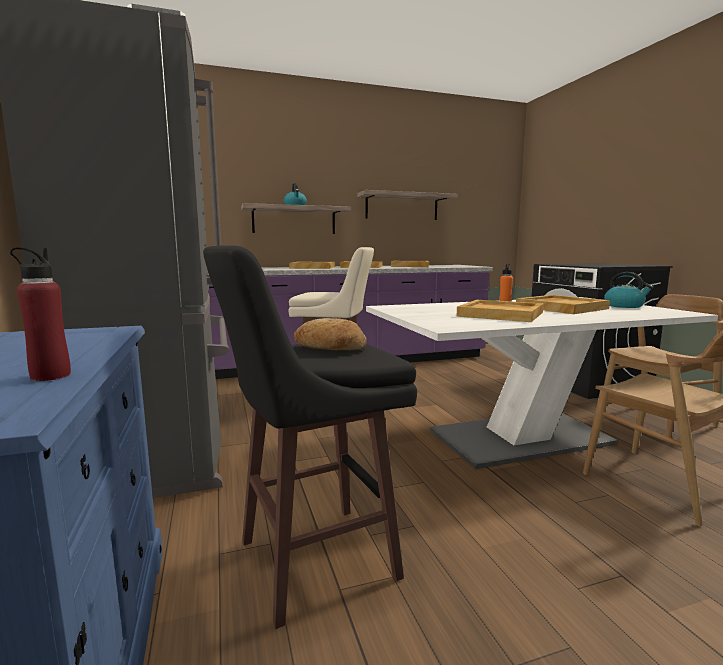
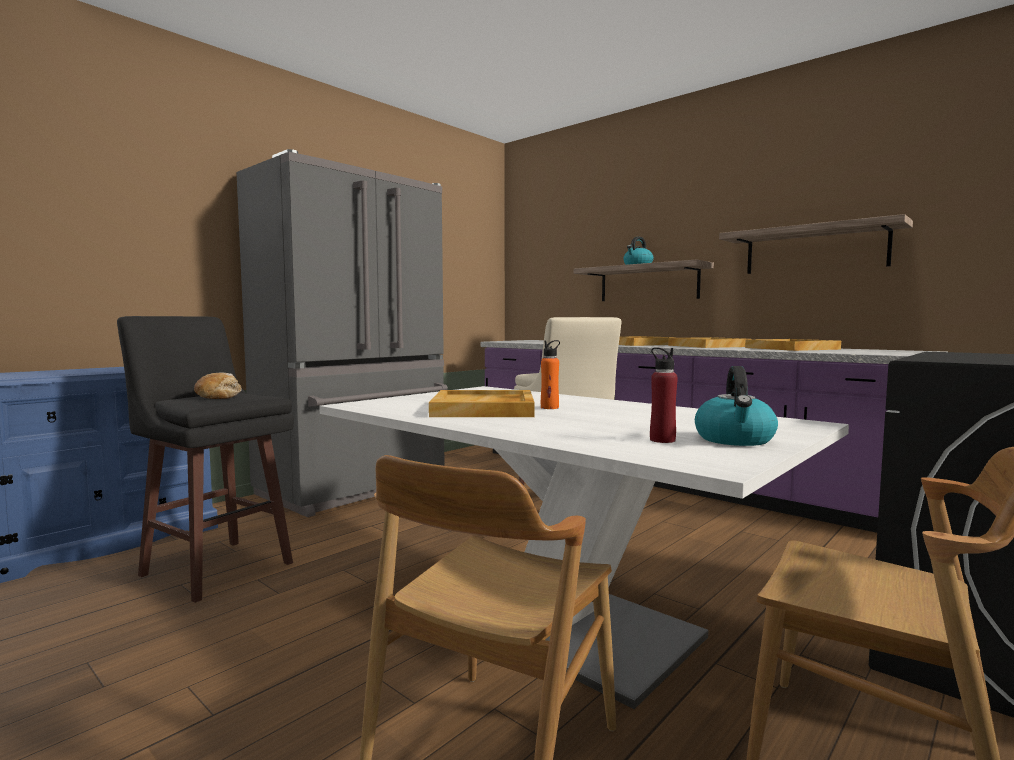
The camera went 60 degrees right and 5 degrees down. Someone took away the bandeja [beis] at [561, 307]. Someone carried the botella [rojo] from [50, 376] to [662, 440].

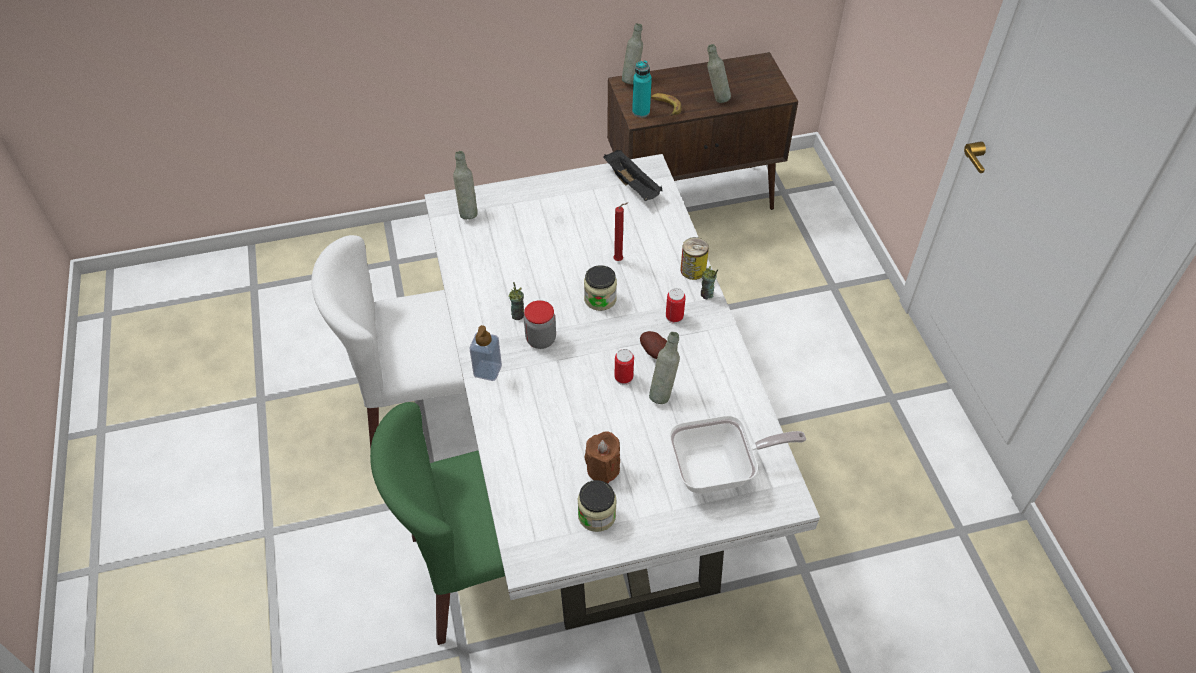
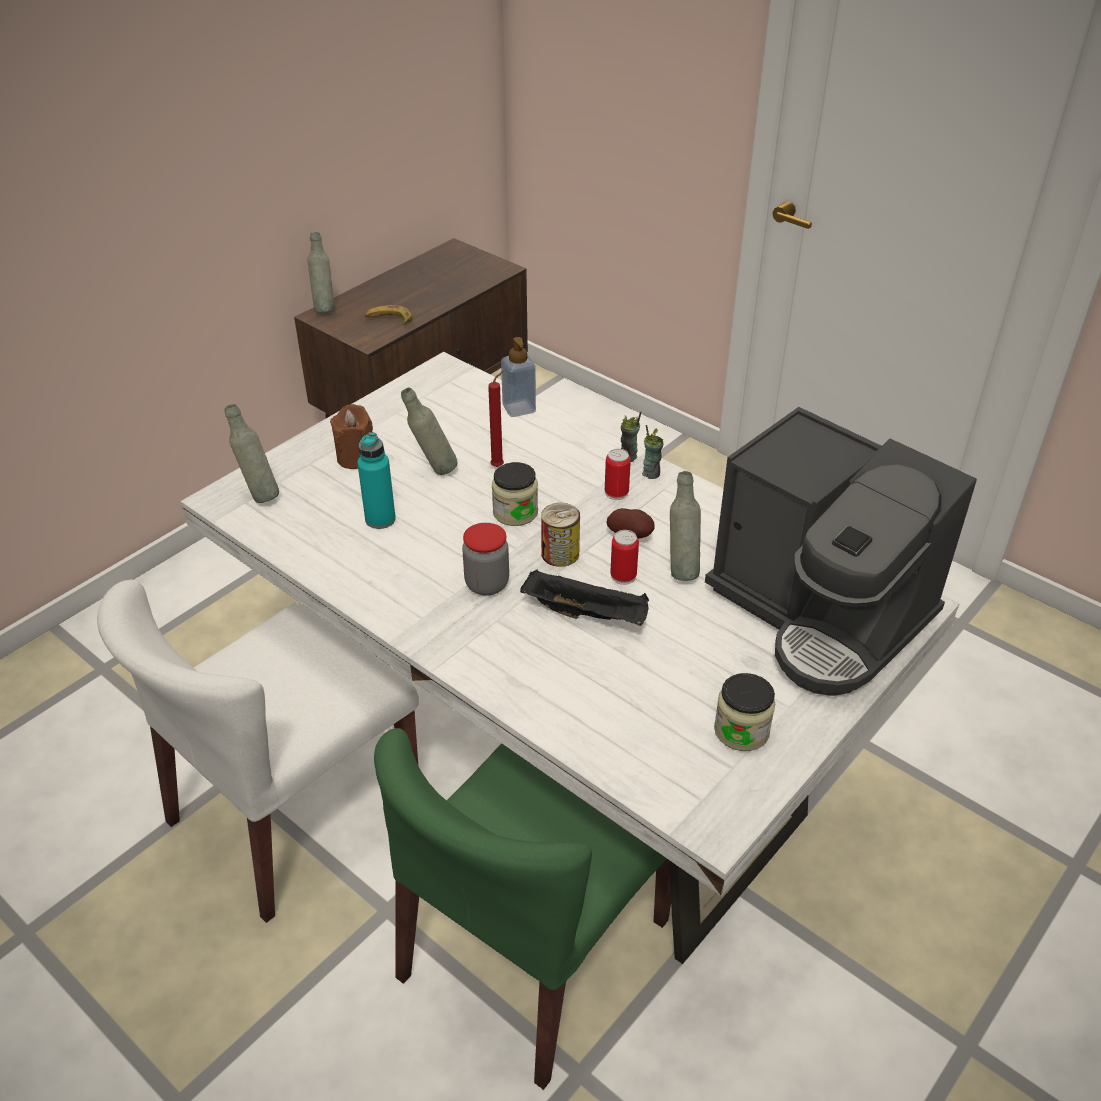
The camera went 35 degrees left and 10 degrees down. Someone carried the dispensador de jabón from [487, 370] to [519, 408]. Someone carried the taza from [518, 315] to [651, 473]. Someone carried the vela [marrón] from [603, 468] to [356, 457]. Someone carried the bandeja [negro] from [633, 185] to [587, 614]. Someone carried the botella [turquesa] from [641, 112] to [380, 519]. Someone carried the lata from [693, 270] to [560, 554]. Someone carried the botella [gris] from [716, 98] to [433, 471]. Someone swapped the sartén at [720, 471] for the cafetera at [820, 613].

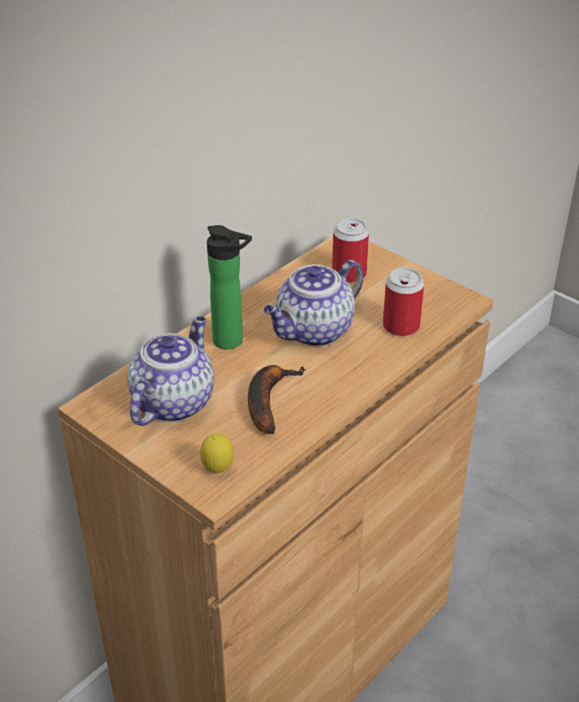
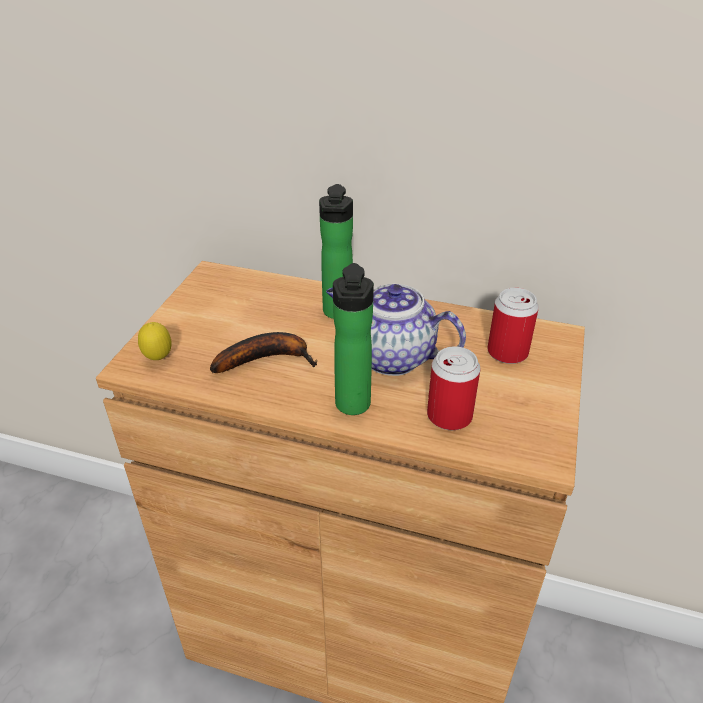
The camera went 65 degrees right and 0 degrees up. Someone took away the tetera at [173, 401]. Someone put down the botella at [352, 407].

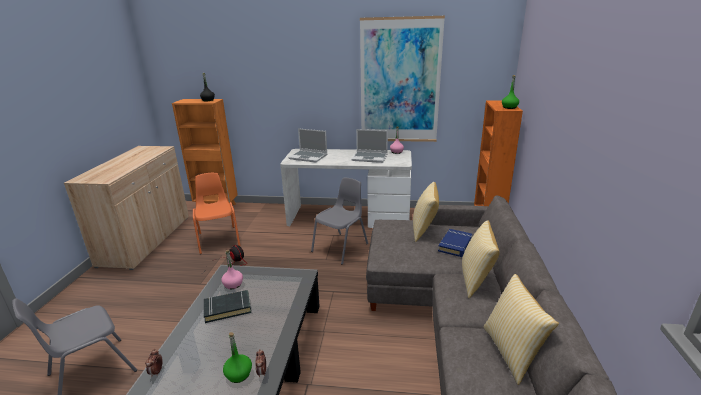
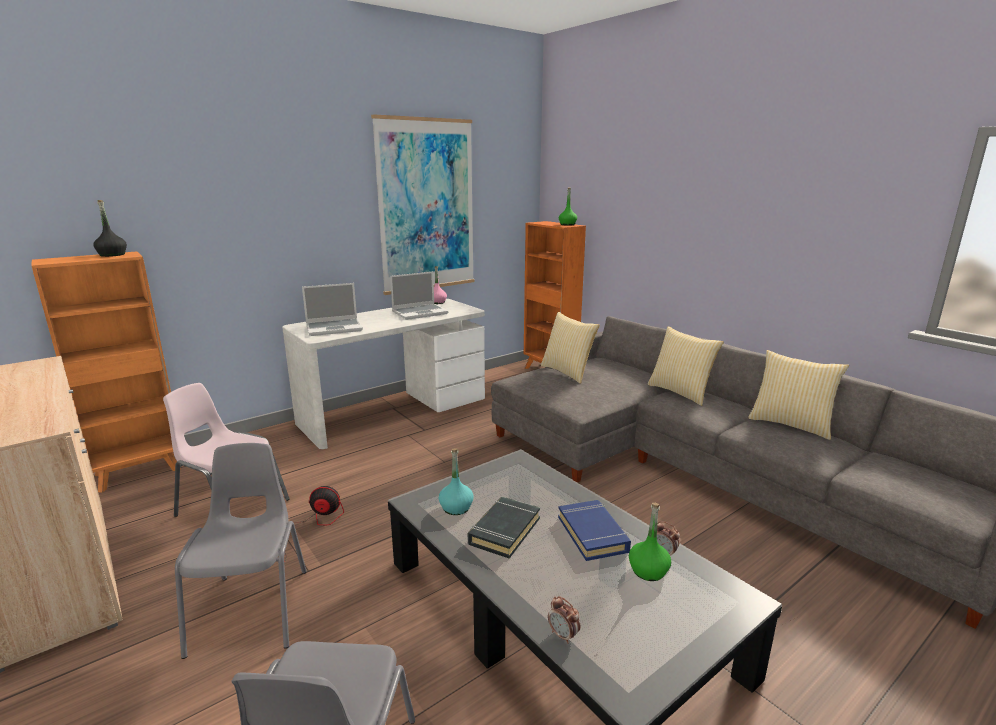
The camera went 45 degrees left and 5 degrees down. Someone carried the silla [gris] from [341, 248] to [253, 609]. Someone carried the libro [azul] from [455, 245] to [593, 534]. Someone repainted the silla [naranja] at [219, 239], which became the silla [rosa] at [231, 507]. Someone repainted the botella [rosa] at [233, 284], which became the botella [turquesa] at [456, 508].

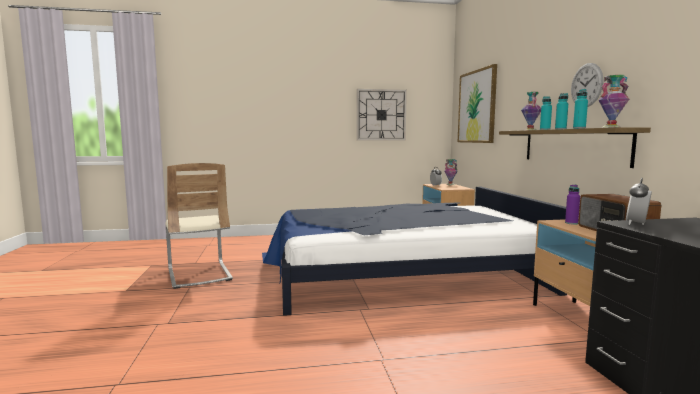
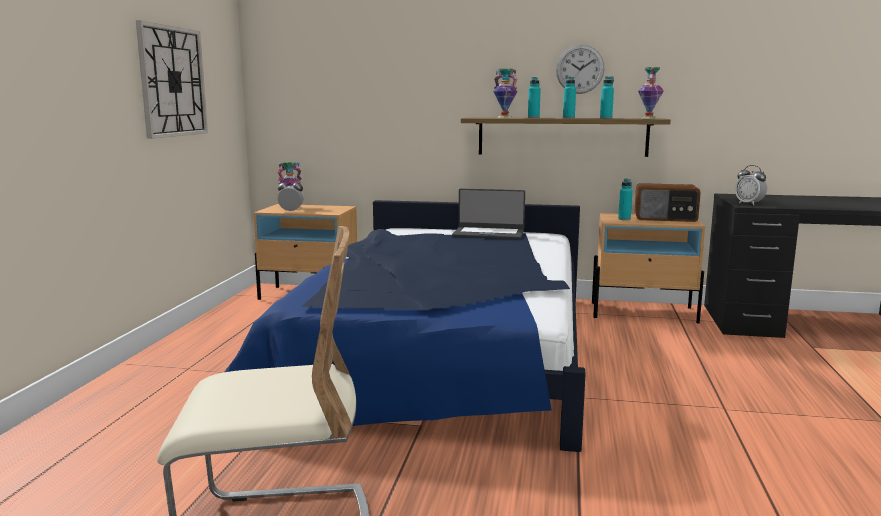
The camera went 70 degrees left and 5 degrees up. Someone took away the cuadro at [477, 106]. Someone put down the portátil at [488, 234]. Someone repainted the botella [morado] at [571, 223], which became the botella [turquesa] at [624, 219].

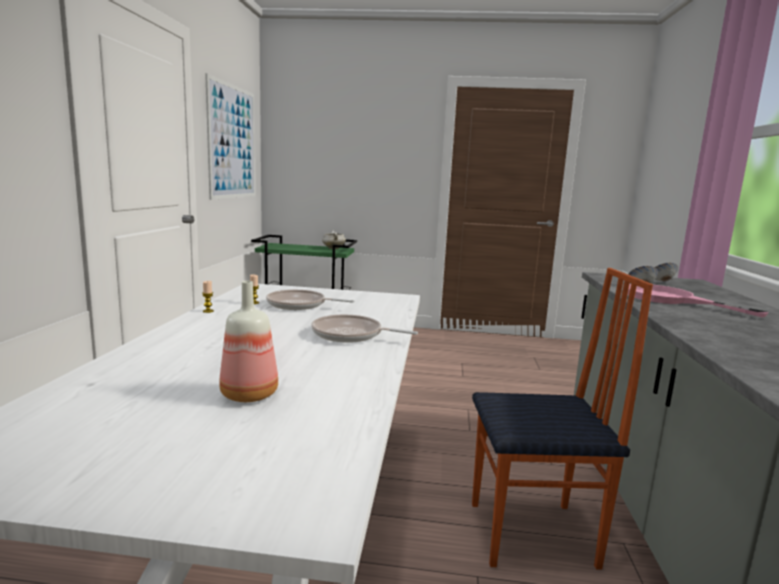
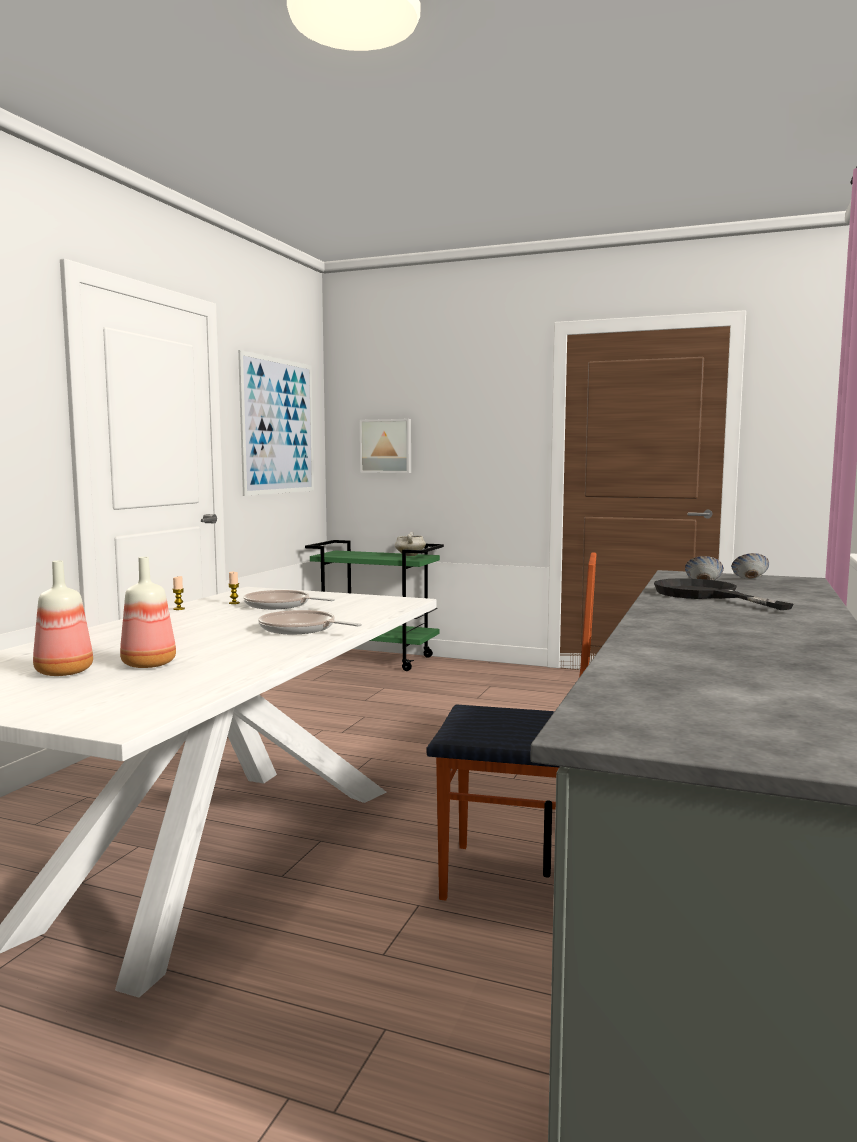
The camera went 15 degrees right and 5 degrees down. Someone put down the botella at [62, 672]. Someone put up the cuadro at [386, 446]. Someone repainted the sartén [rosa] at [670, 299], which became the sartén [negro] at [705, 595].

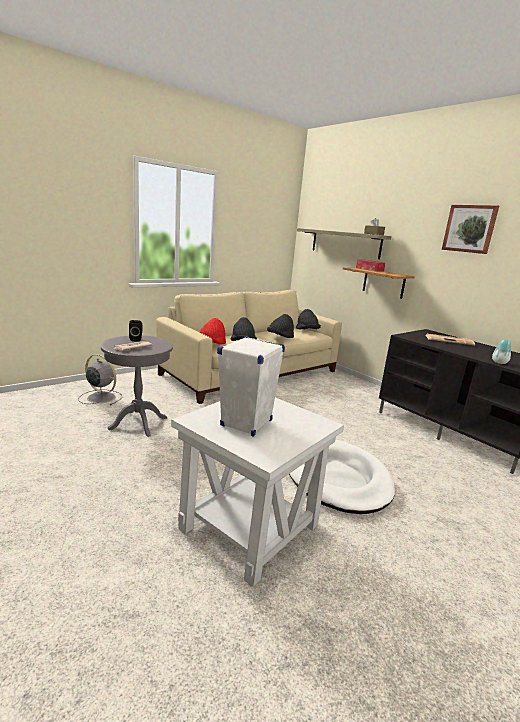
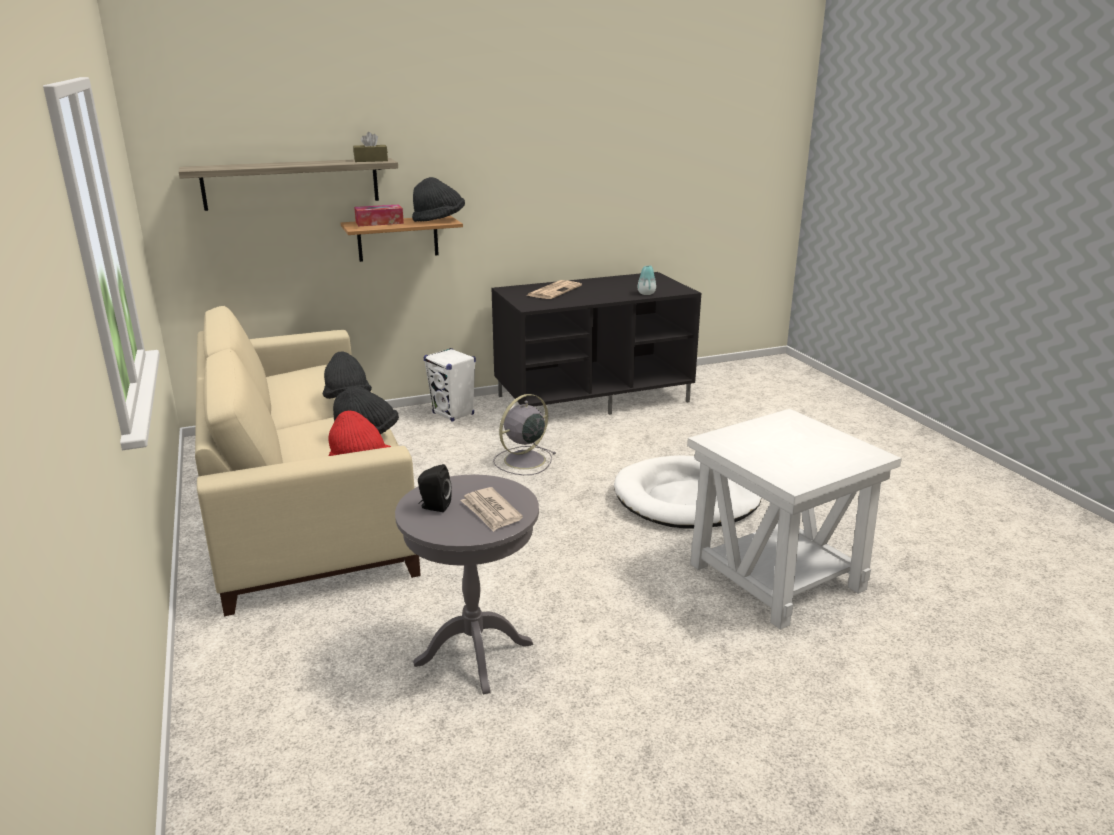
The camera went 70 degrees left and 5 degrees up. Someone took away the cuadro at [469, 229]. Someone carried the ventilador [gris] from [100, 397] to [523, 461]. Someone carried the altavoz [blanco] from [246, 423] to [453, 414]. Someone carried the sombrero [negro] from [307, 331] to [439, 220].

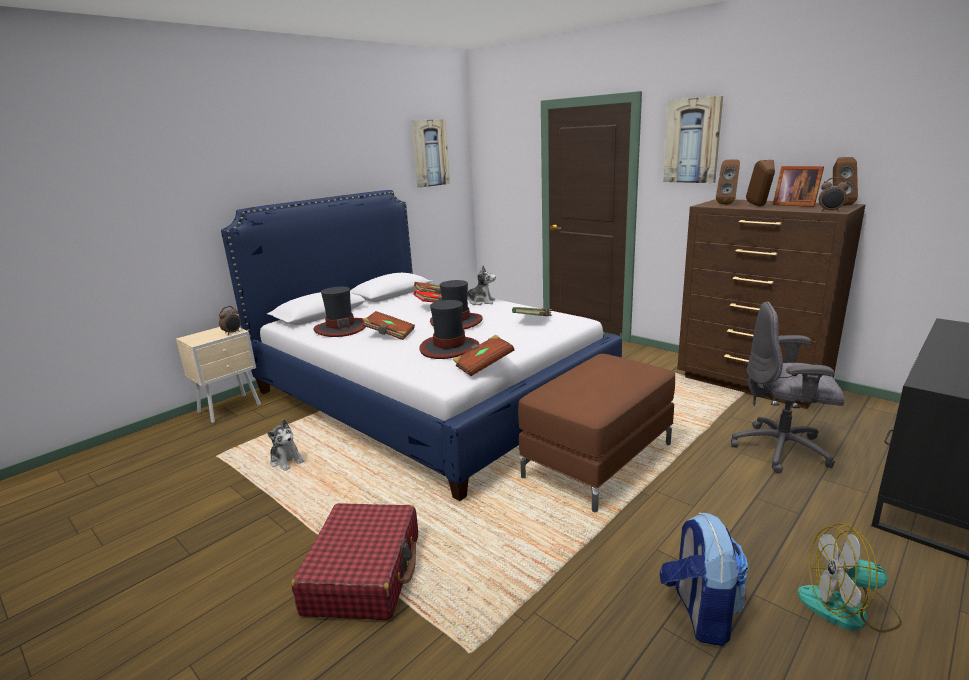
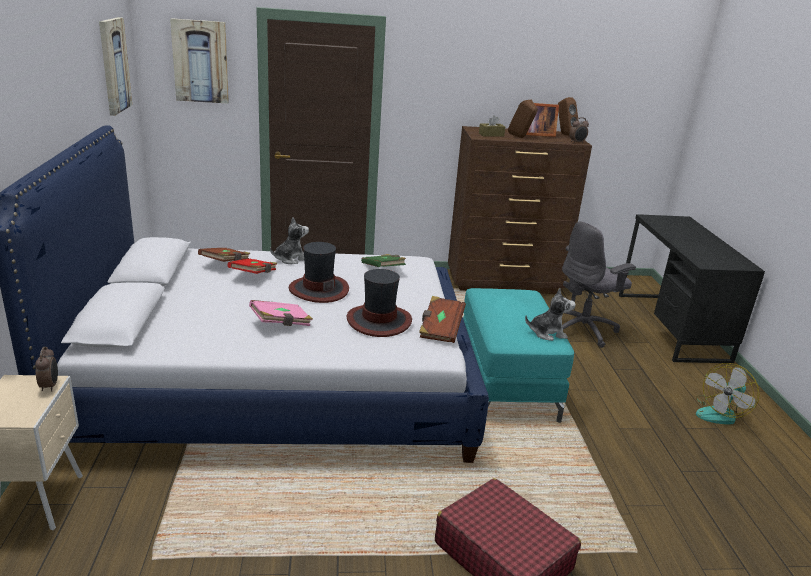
The camera went 50 degrees left and 5 degrees up. Someone took away the sombrero at [340, 328]. Someone took away the mochila at [700, 613]. Someone carried the peluche from [286, 461] to [547, 333]. Someone carried the cuadro from [692, 141] to [200, 61]. Someone swapped the altavoz [marrón] at [726, 204] for the caja de pañuelos [marrón] at [491, 135]. Someone repainted the libro [marrón] at [389, 334], which became the libro [rosa] at [281, 324]. Someone repainted the puf [marrón] at [598, 460], which became the puf [turquesa] at [505, 382].

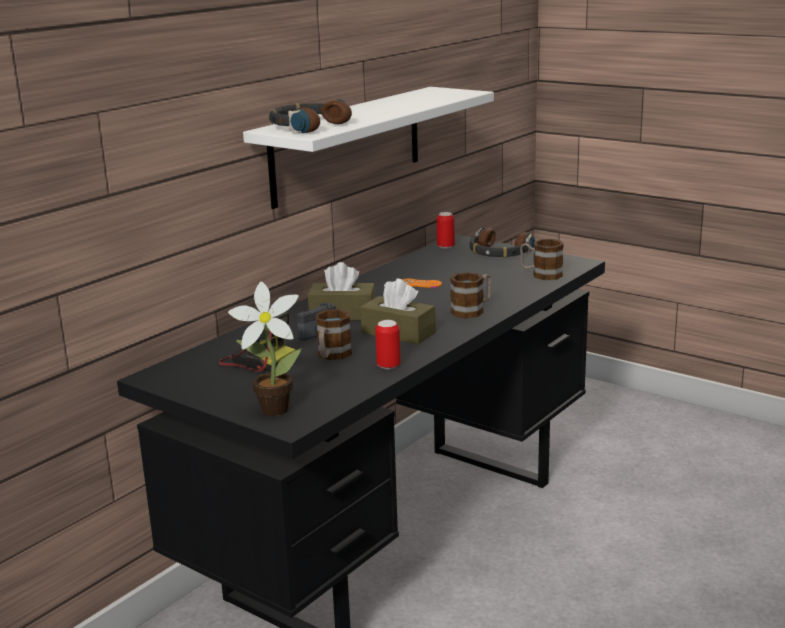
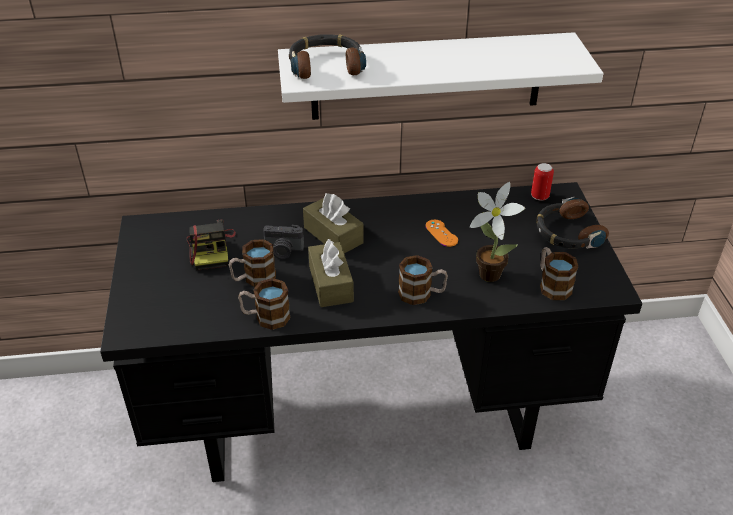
The camera went 45 degrees right and 20 degrees up. Someone carried the planta en maceta from [270, 409] to [488, 272]. Someone swapped the lata at [388, 366] for the taza grande at [265, 317].

